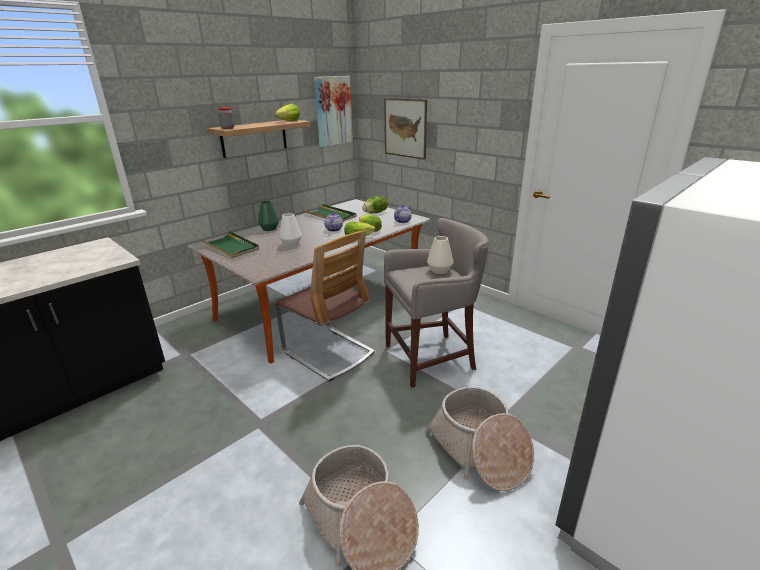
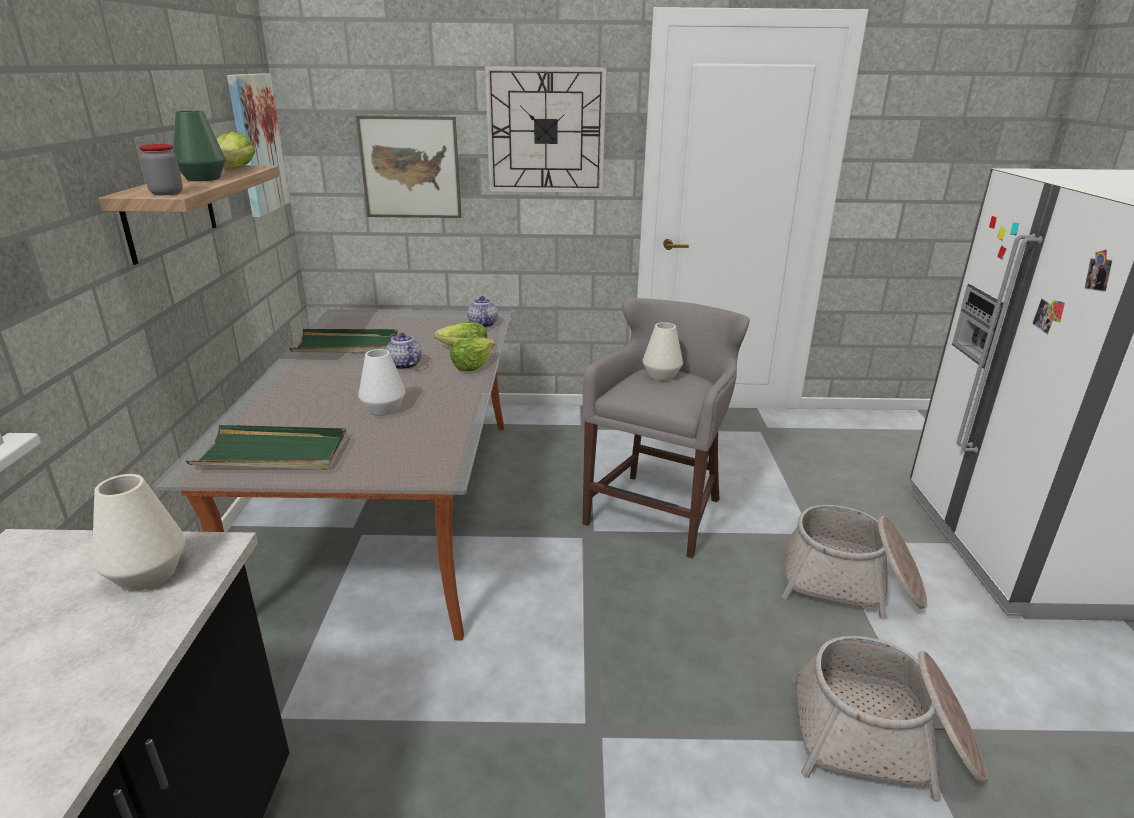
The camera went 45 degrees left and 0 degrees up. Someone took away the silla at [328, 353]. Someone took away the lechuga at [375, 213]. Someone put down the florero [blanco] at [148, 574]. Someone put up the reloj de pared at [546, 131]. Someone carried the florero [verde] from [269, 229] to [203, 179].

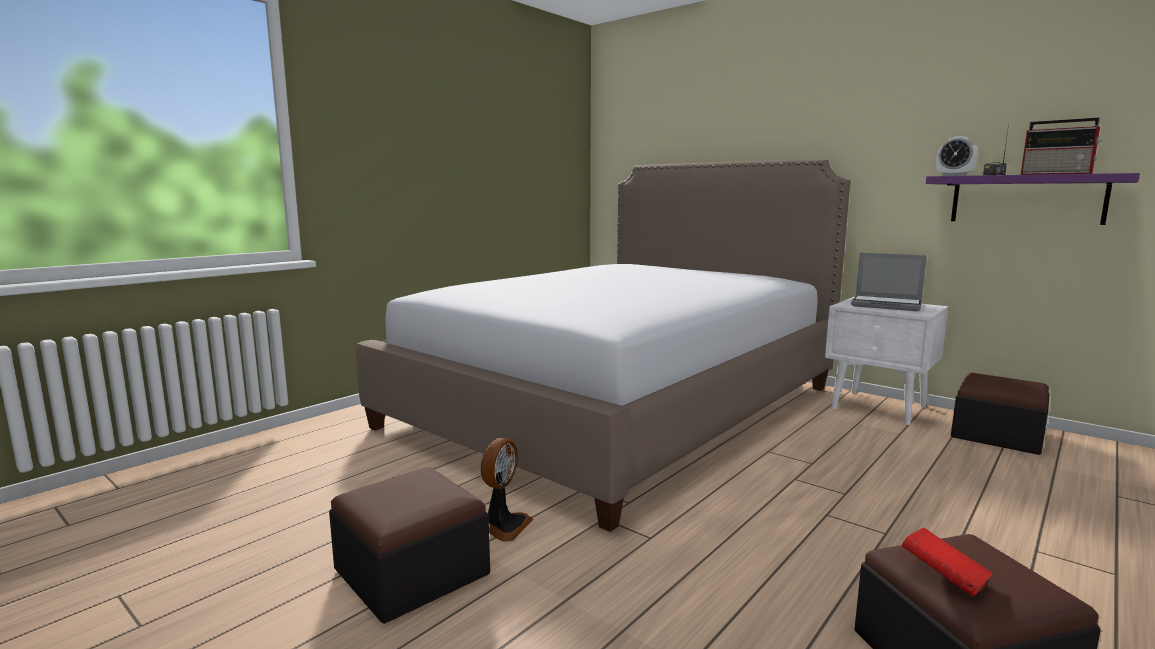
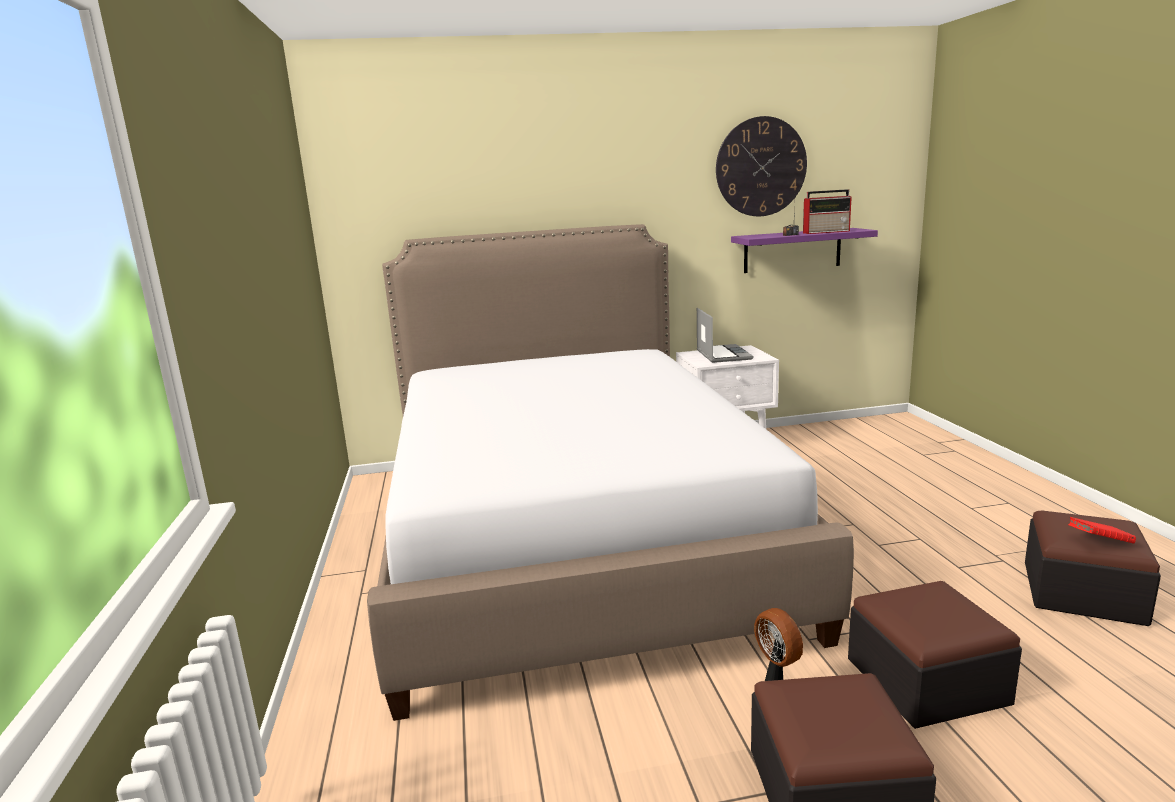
The camera went 50 degrees left and 5 degrees up. Someone took away the despertador at [954, 175]. Someone put up the reloj de pared at [761, 167]. Someone carried the puf from [997, 434] to [926, 681]. Someone rotated the portátil at [887, 305] by 75 degrees counterclockwise.

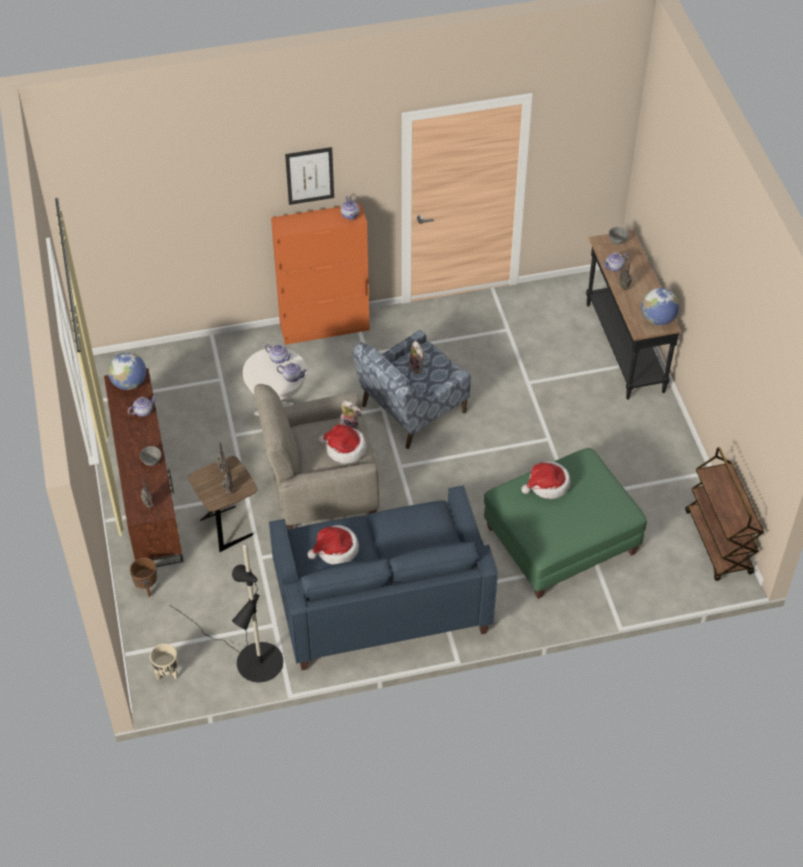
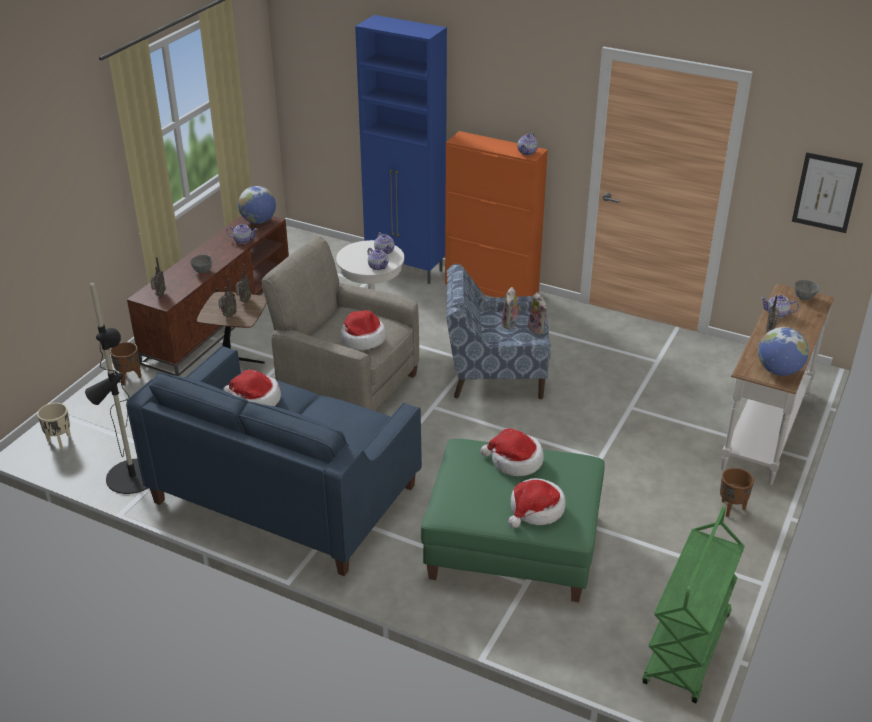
The camera went 40 degrees right and 15 degrees down. Someone put down the armario [azul] at [406, 269]. Someone put down the sombrero at [536, 510]. Someone put down the maceta [marrón] at [731, 508]. Someone carried the cuadro from [310, 175] to [826, 192]. Someone carried the peluche from [350, 425] to [538, 329]. Someone repainted the mesa consola [negro] at [623, 348], which became the mesa consola [blanco] at [764, 428]. Someone repainted the carrito [marrón] at [719, 543], which became the carrito [verde] at [687, 649].

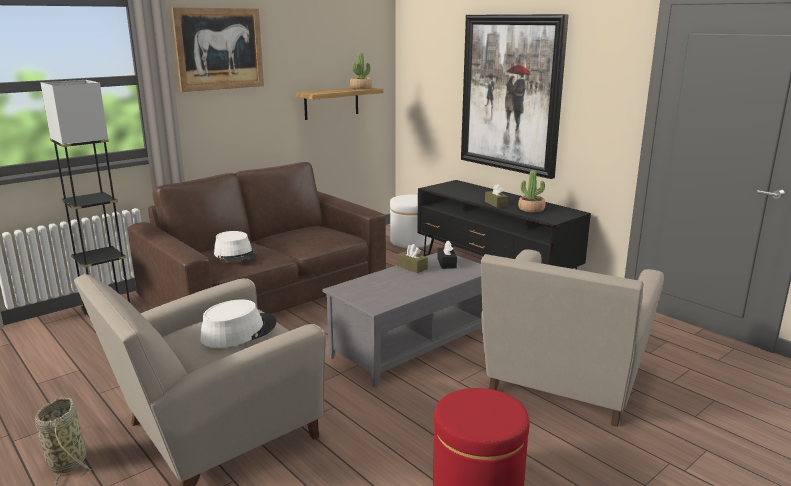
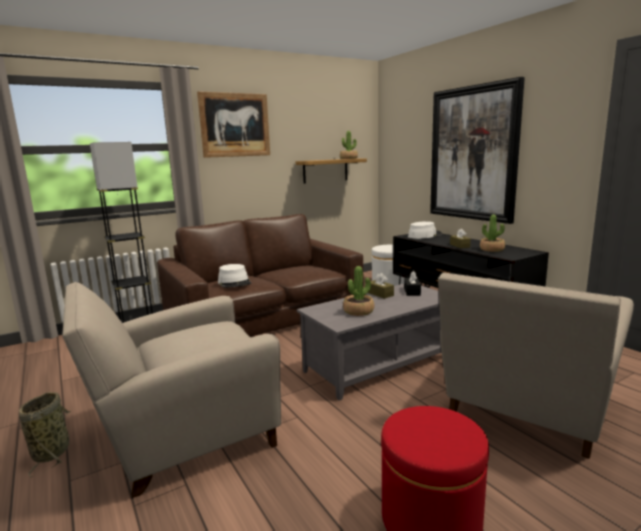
The camera went 10 degrees right and 5 degrees down. Someone put down the planta en maceta at [358, 311]. Someone carried the sombrero [blanco] from [239, 331] to [424, 235].

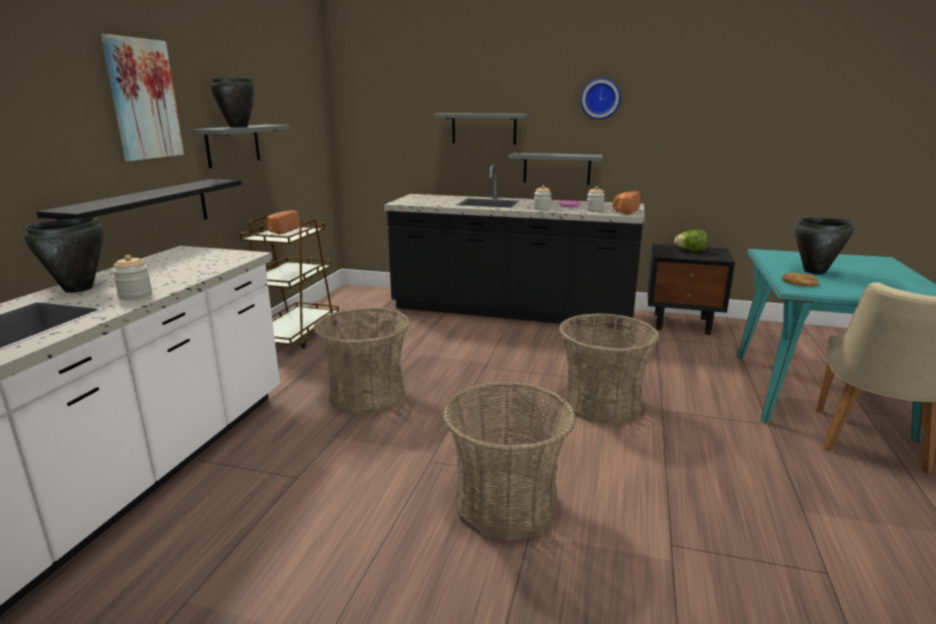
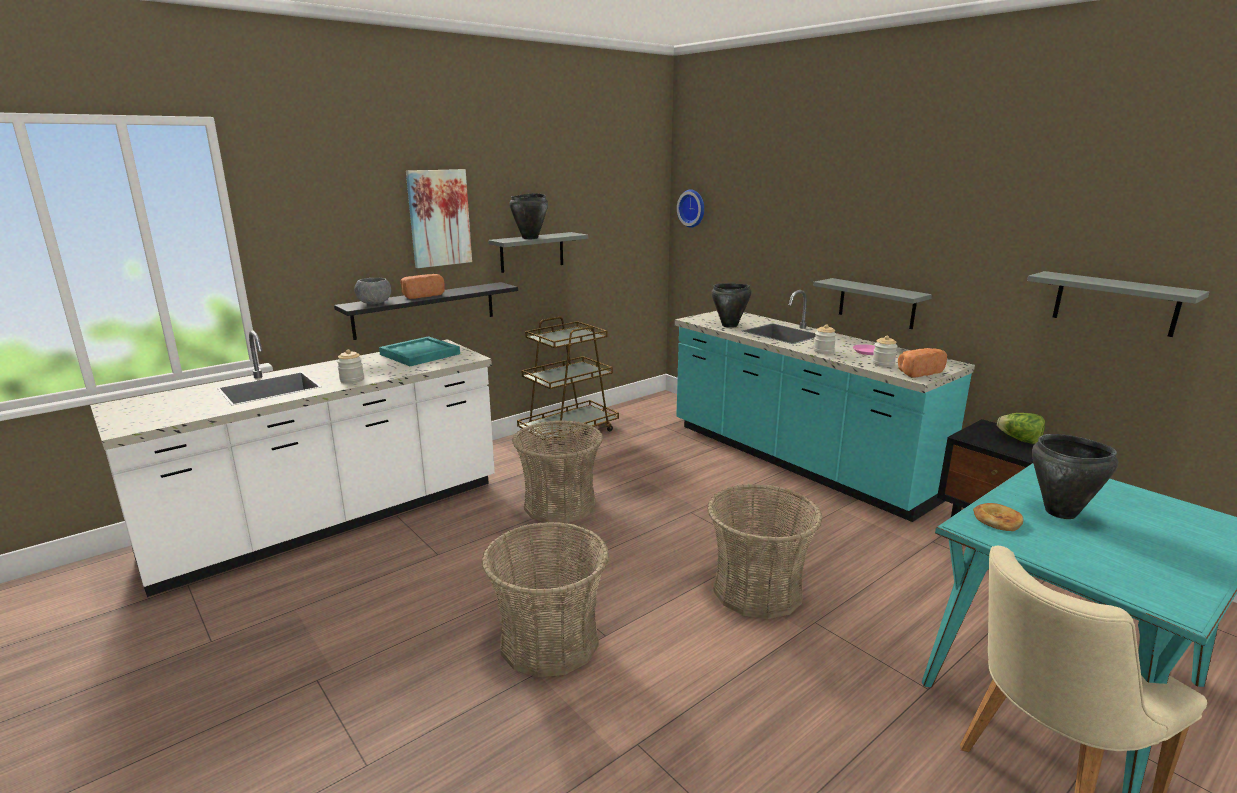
The camera went 35 degrees right and 0 degrees up. Someone put down the cuenco [gris] at [375, 303]. Someone put down the bandeja [turquesa] at [419, 354]. Someone carried the olla [negro] from [78, 289] to [729, 325]. Someone carried the pan from [282, 231] to [421, 295]. Someone carried the estante [gris] from [484, 128] to [1115, 303]. Someone carried the reloj de pared from [600, 99] to [693, 208]. Someone repainted the mueble bajo de cocina [negro] at [511, 312], which became the mueble bajo de cocina [turquesa] at [796, 461].

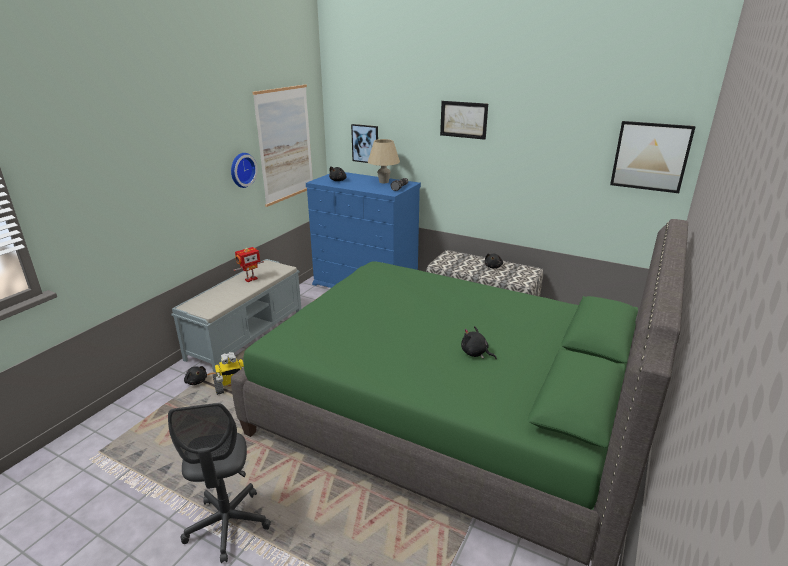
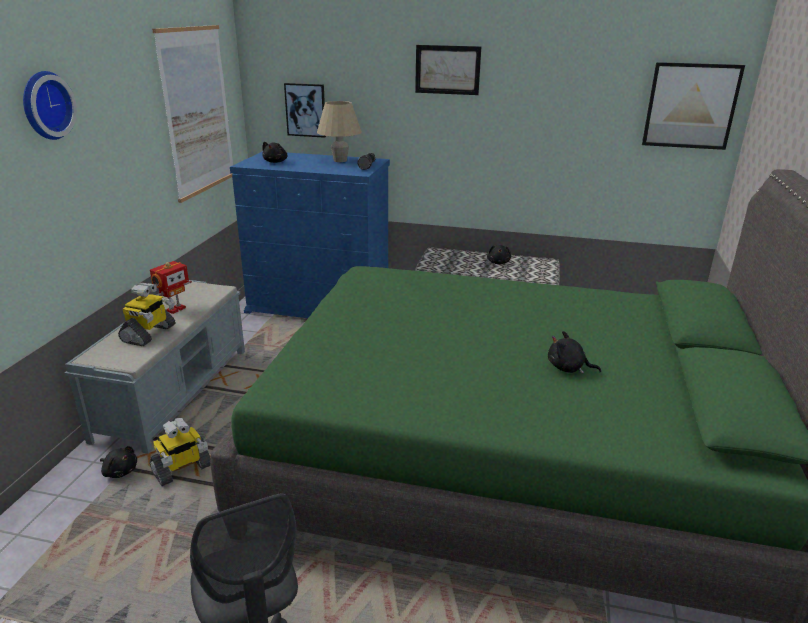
The camera went 15 degrees left and 0 degrees up. Someone put down the robot de juguete at [149, 334]. Someone carried the reloj de pared from [241, 170] to [44, 105].

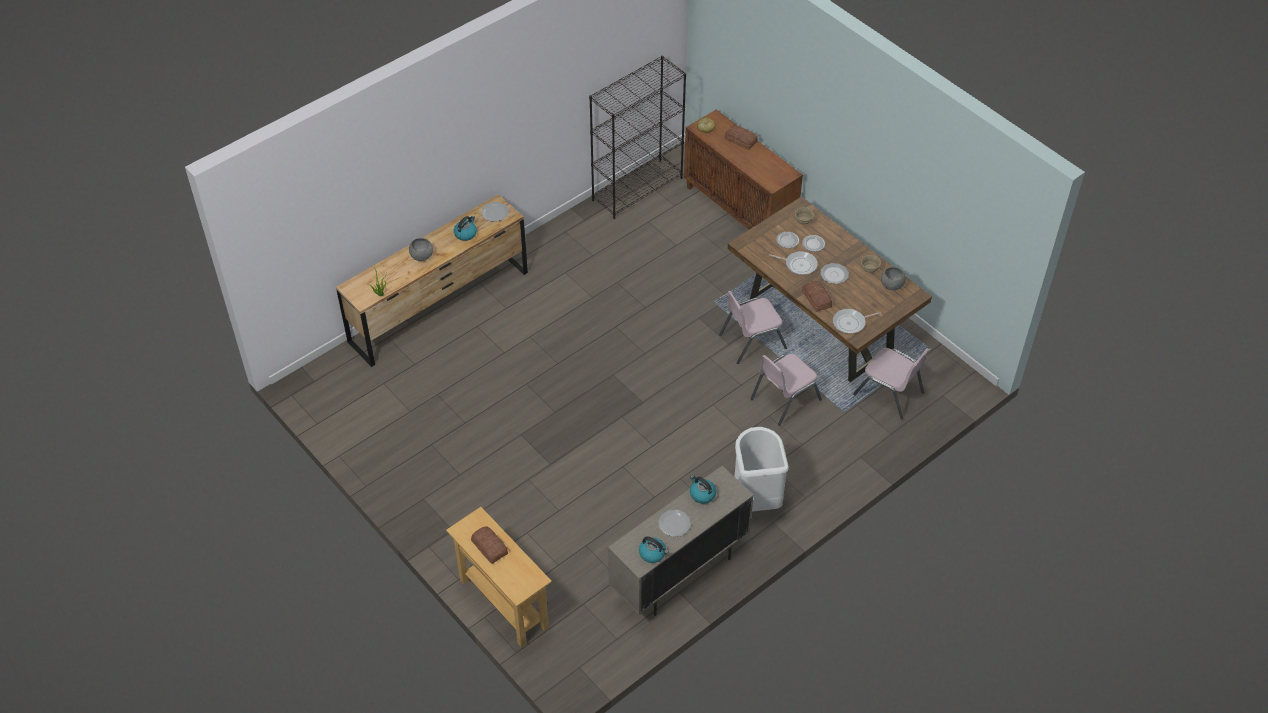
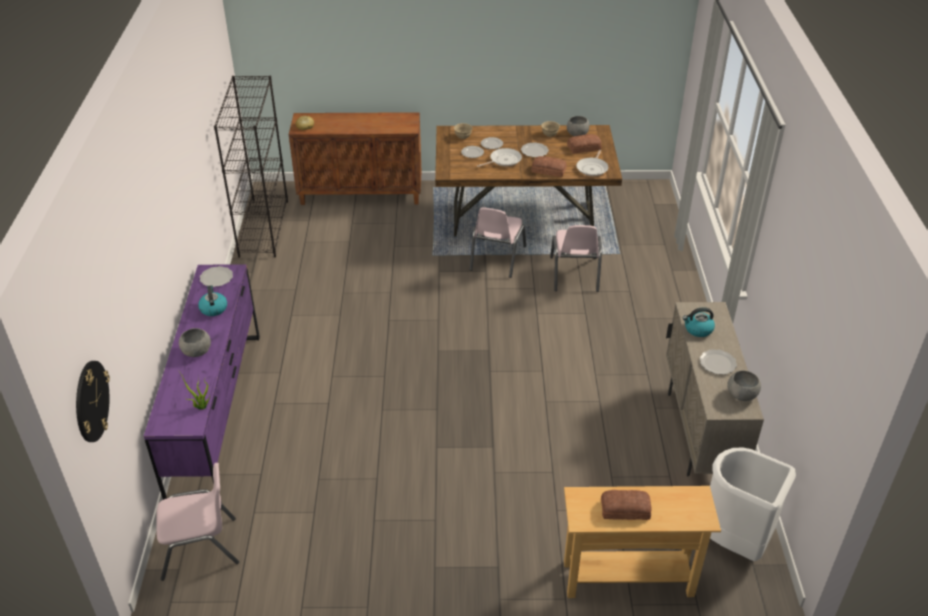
The camera went 50 degrees left and 10 degrees down. Someone put up the reloj de pared at [91, 401]. Someone carried the pan from [741, 141] to [584, 148]. Someone carried the papelera [blanco] from [755, 499] to [735, 541]. Someone carried the silla [rosa] from [889, 393] to [200, 548]. Someone swapped the hervidor at [653, 553] for the cuenco [gris] at [741, 394]. Someone repainted the cómoda [marrón] at [439, 307], which became the cómoda [morado] at [217, 415].

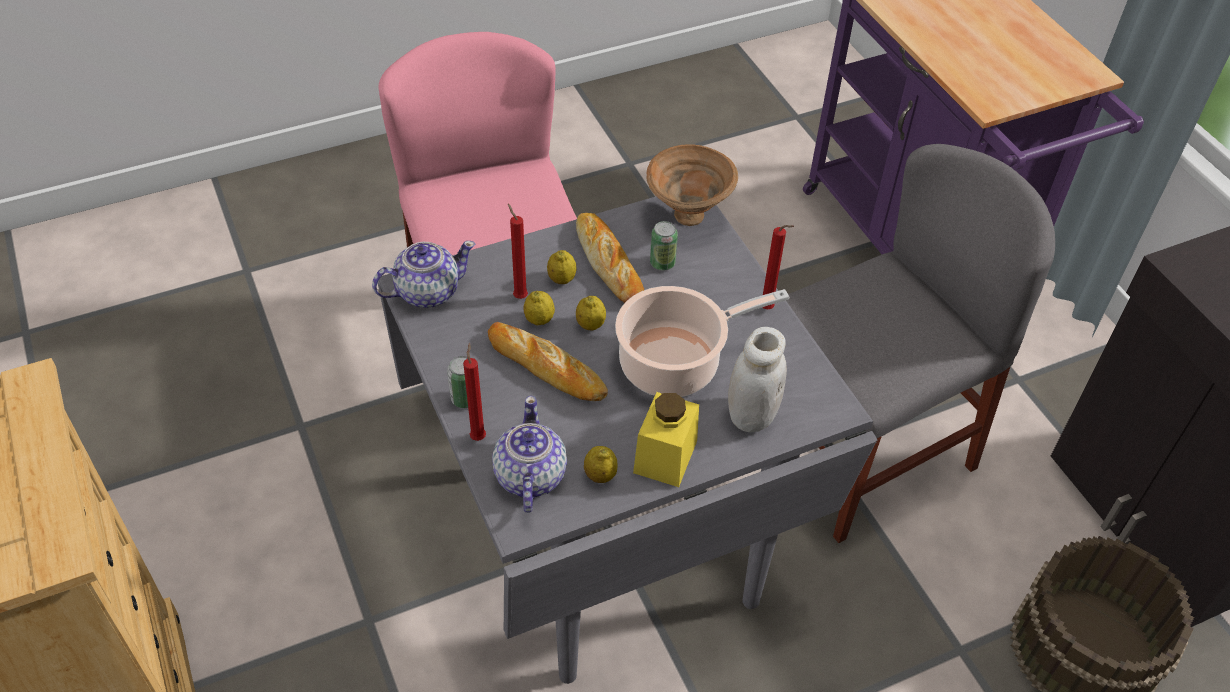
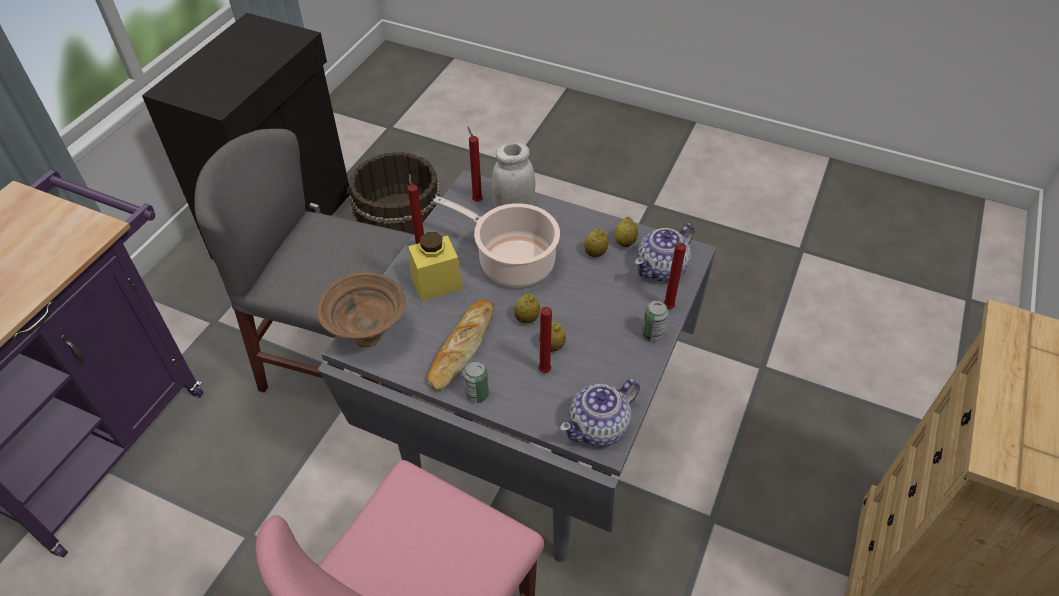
The camera went 130 degrees left and 0 degrees up. Someone took away the pan at [546, 368]. Someone put down the vela [rojo] at [476, 200]. Someone carried the limón from [561, 279] to [595, 253]. Someone carried the tarro [amarillo] from [665, 456] to [436, 283]. Someone carried the lata from [662, 263] to [477, 394]. Someone rotated the tetera at [426, 292] by 60 degrees counterclockwise.

